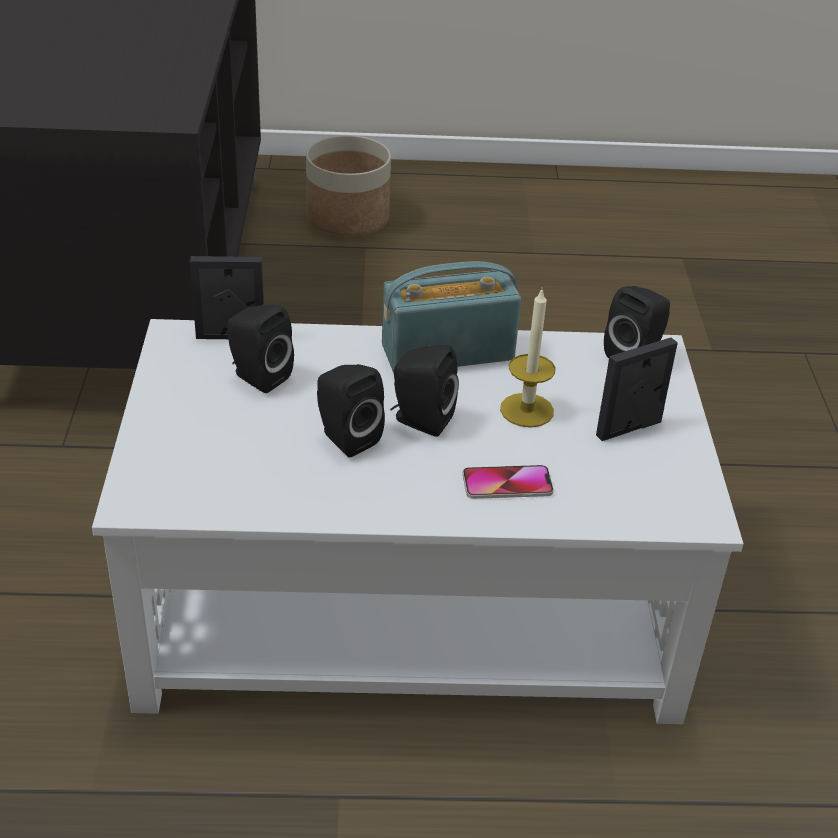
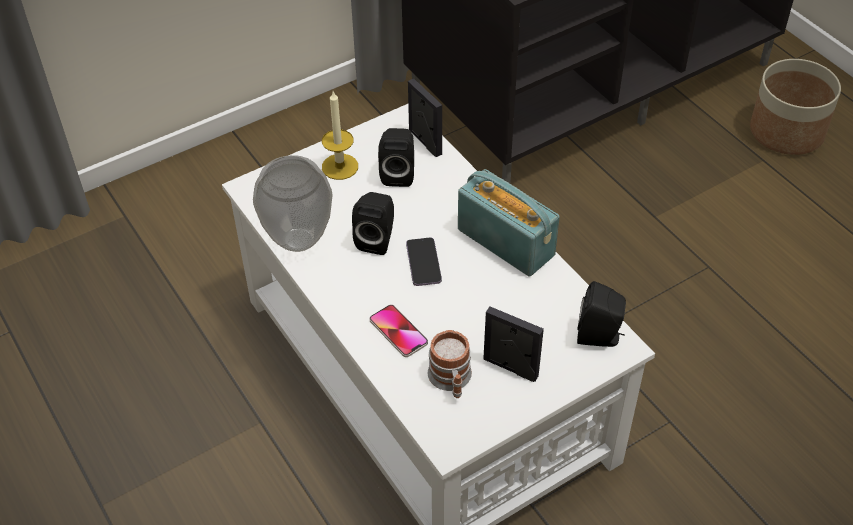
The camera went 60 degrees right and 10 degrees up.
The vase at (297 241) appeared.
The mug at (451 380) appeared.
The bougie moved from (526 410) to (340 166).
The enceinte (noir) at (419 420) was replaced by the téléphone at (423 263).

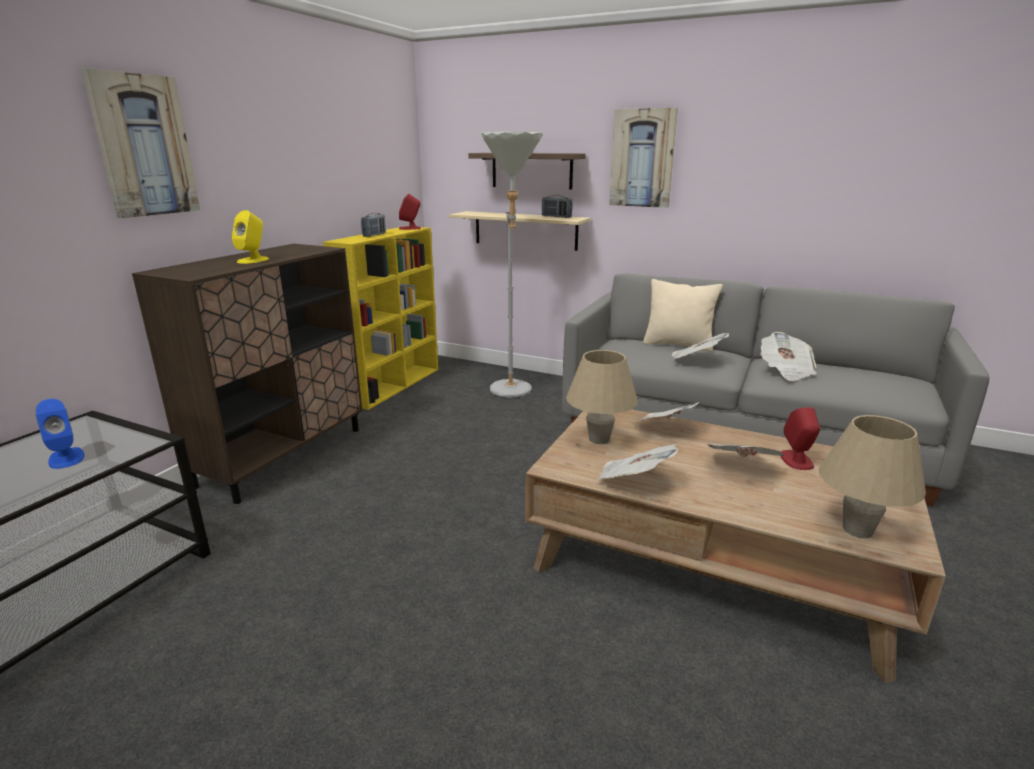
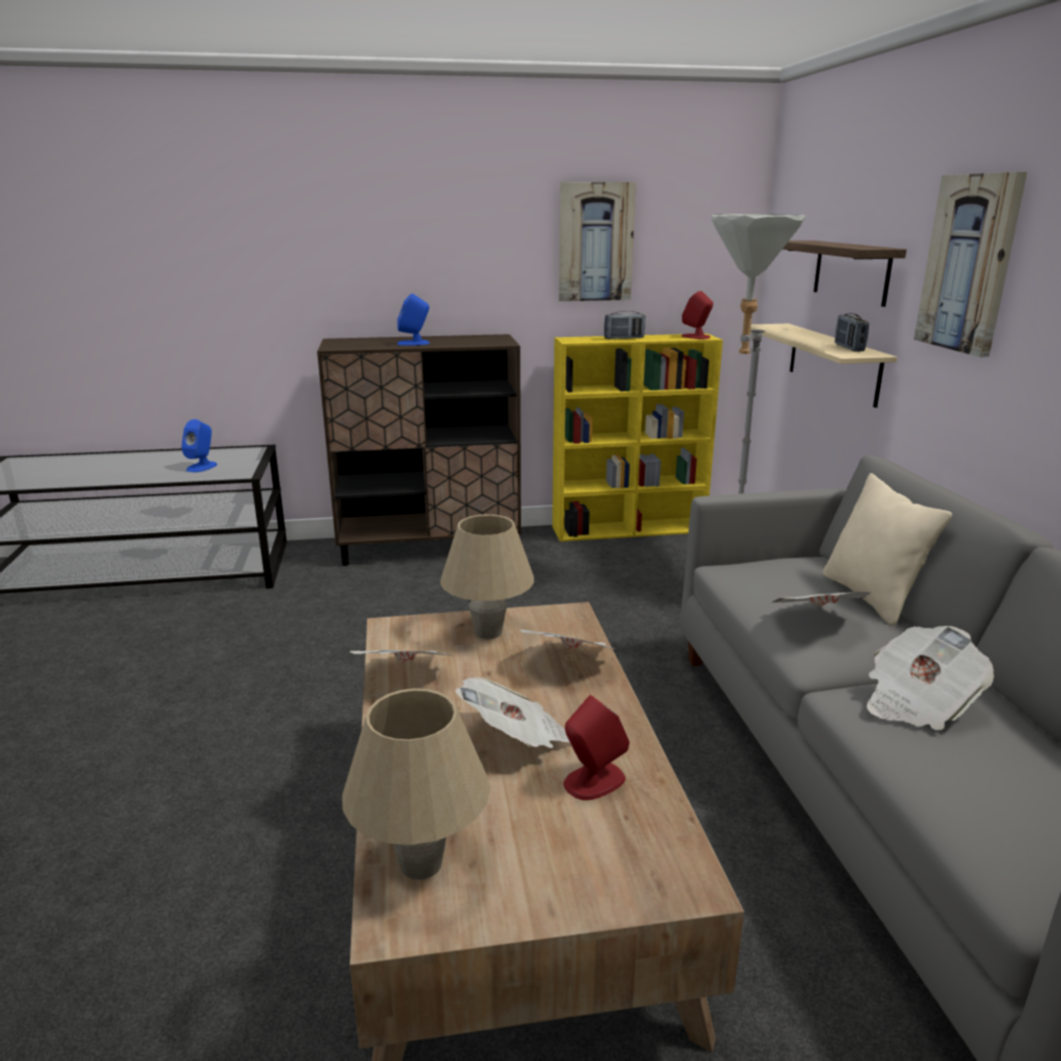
The camera went 55 degrees right and 0 degrees up.
The tableau moved from (144 146) to (595 242).
The enceinte (jaune) at (253 260) became the enceinte (bleu) at (414 343).

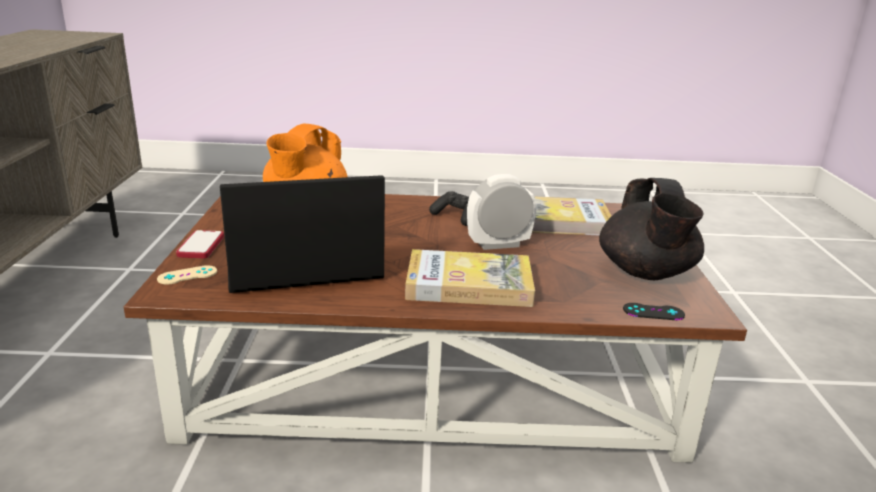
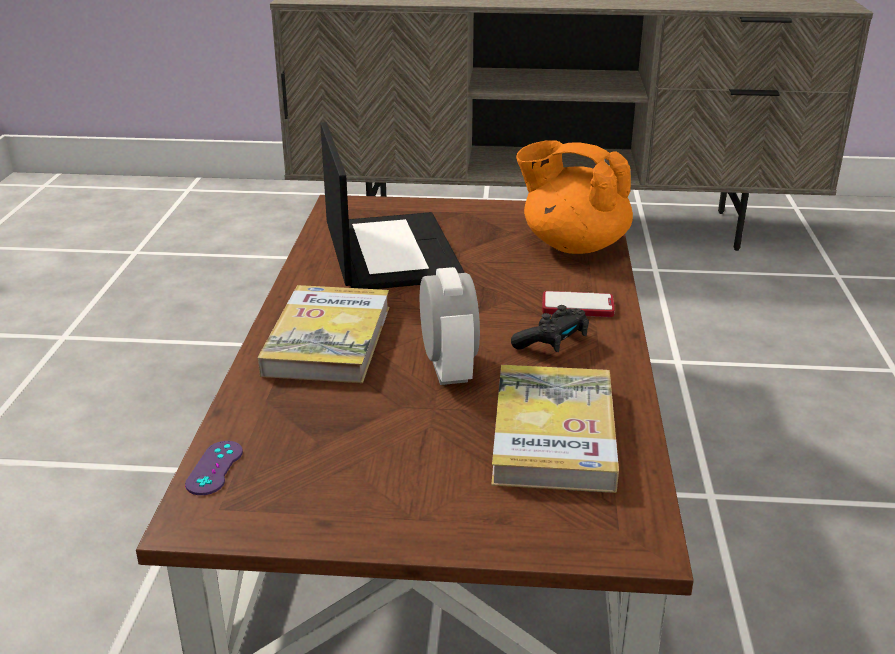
The camera went 95 degrees right and 5 degrees up.
The manette (beige) at (187 275) disappeared.
The théière (noir) at (646 273) disappeared.
The téléphone moved from (201 246) to (577 306).
The manette (noir) at (653 312) became the manette (violet) at (214 468).

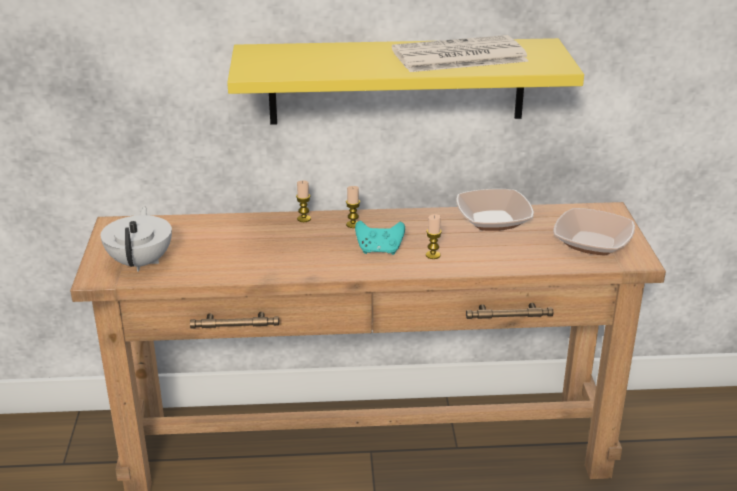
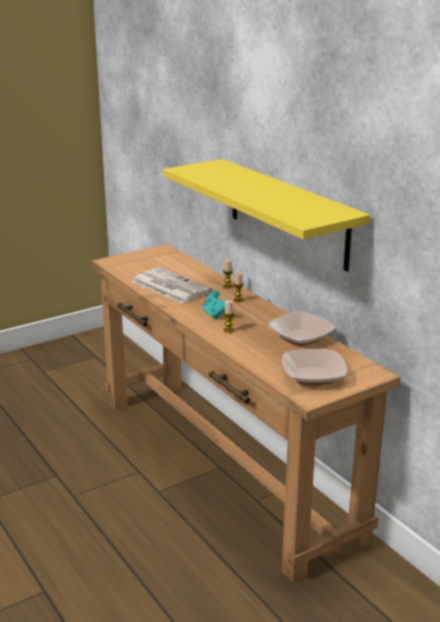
The camera went 60 degrees right and 5 degrees down.
The théière (blanc) at (141 262) disappeared.
The journal moved from (457 56) to (169 286).

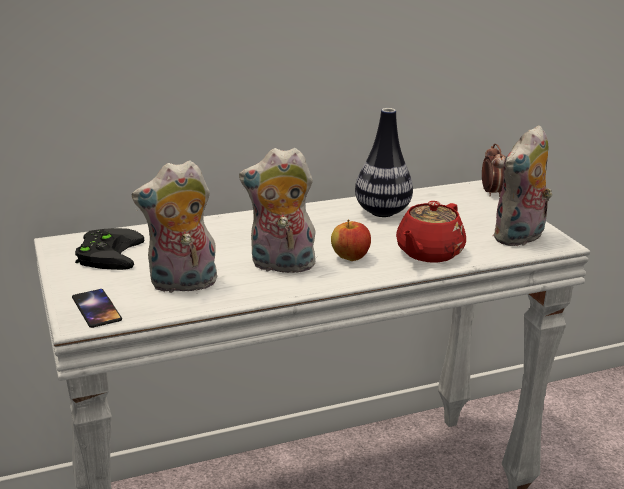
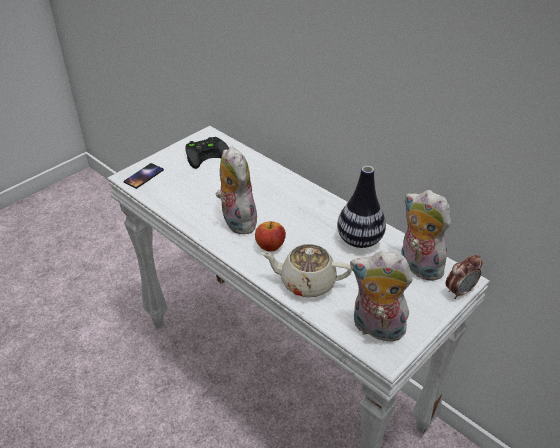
The camera went 65 degrees right and 15 degrees up.
The peluche moved from (182 285) to (417 266).
The théière (rouge) at (428 253) became the théière (beige) at (306 282).

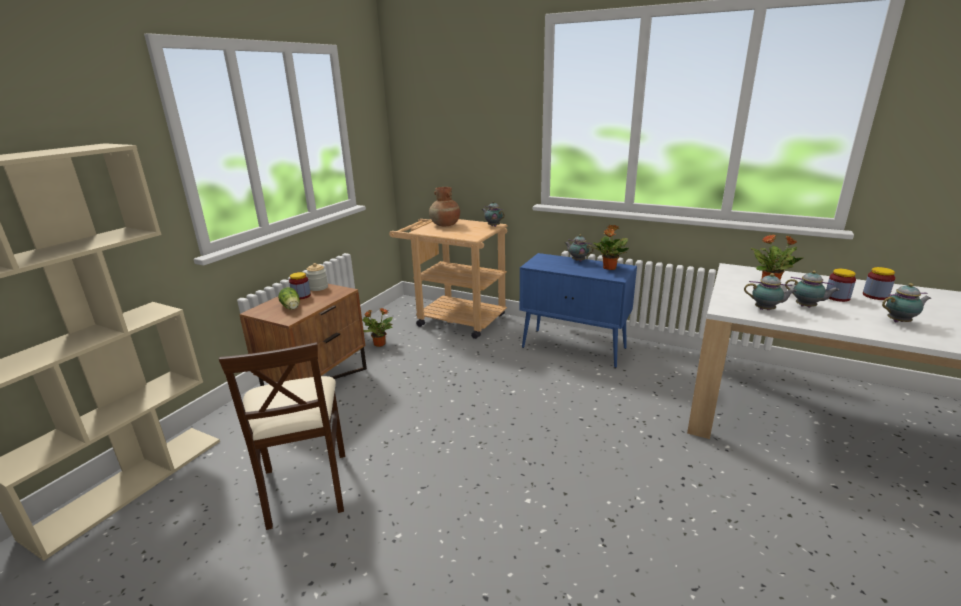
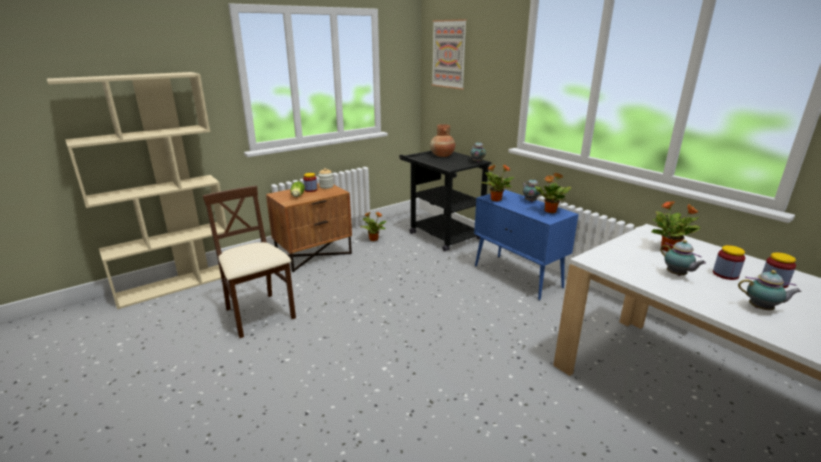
The camera went 25 degrees right and 0 degrees up.
The théière at (766 310) disappeared.
The tableau at (449 54) appeared.
The plante en pot at (495 199) appeared.
The chariot (beige) at (454 319) became the chariot (noir) at (441 233).
The chaise (beige) at (305 487) turned 135 degrees clockwise.

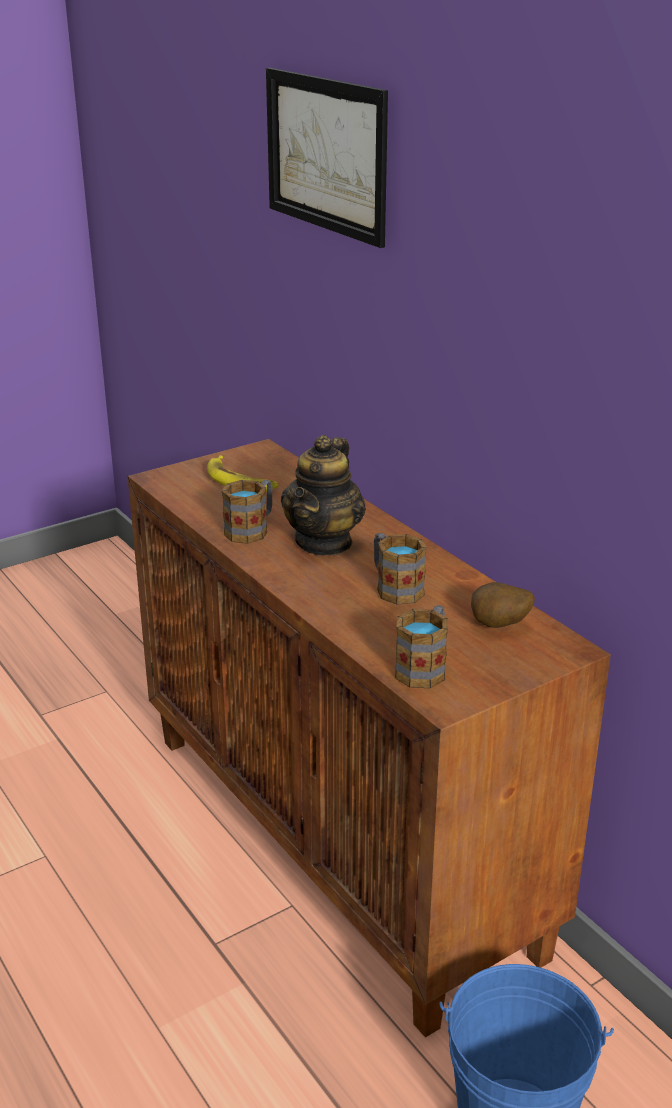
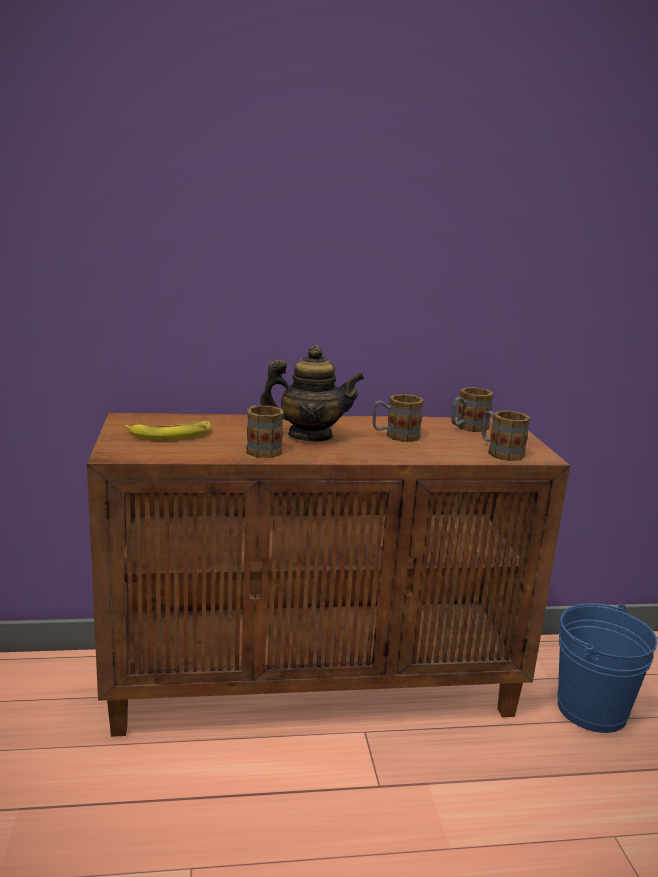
The camera went 65 degrees left and 10 degrees down.
The tableau at (326 154) disappeared.
The pomme de terre at (499 627) was replaced by the mug at (467 428).
The théière at (324 542) turned 45 degrees counterclockwise.

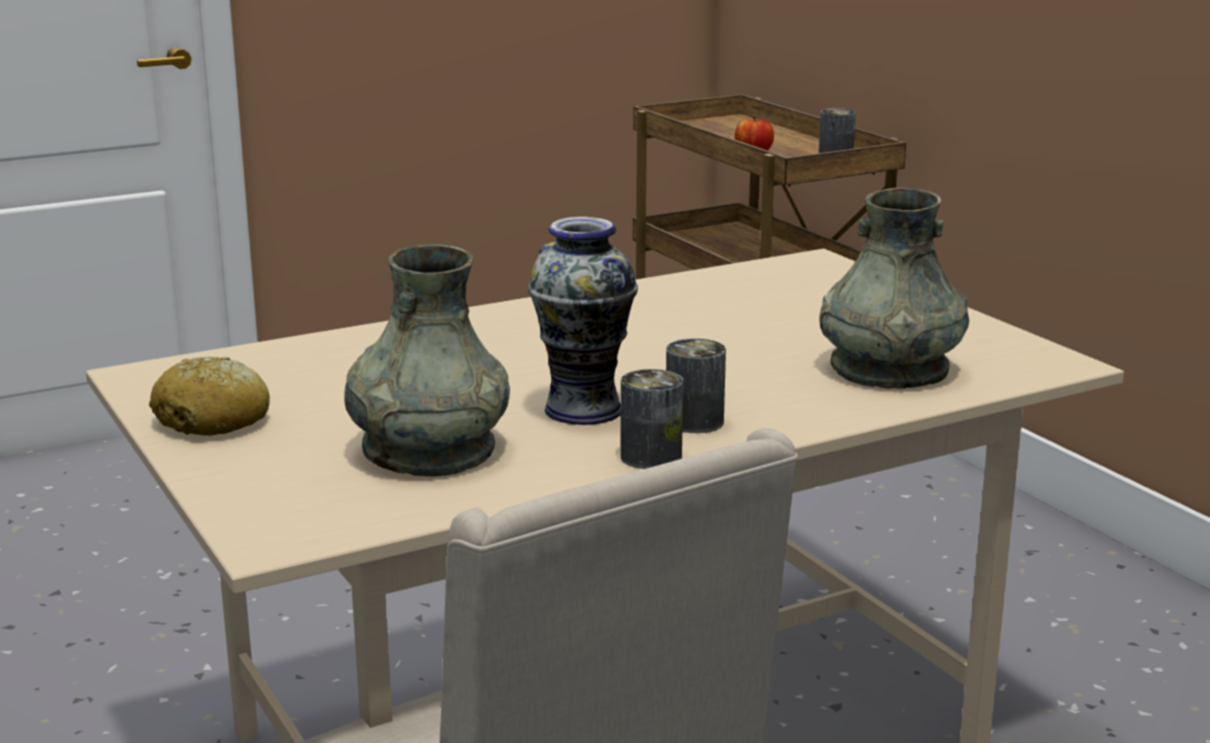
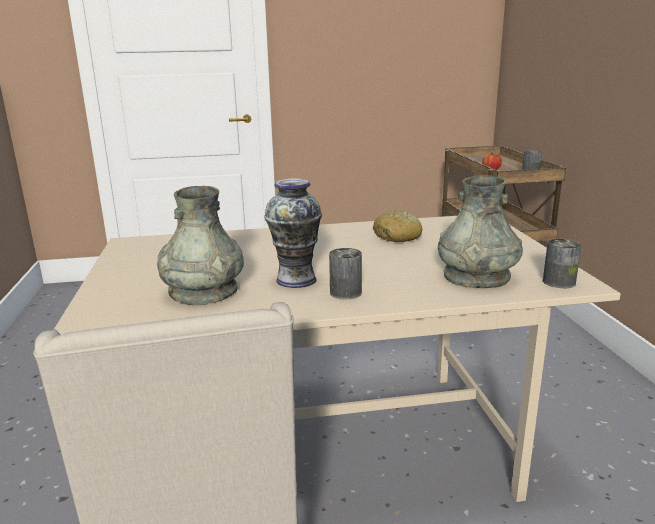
The camera went 20 degrees right and 0 degrees up.
The pain moved from (213 420) to (397 237).
The boîte métallique moved from (651 456) to (559 282).

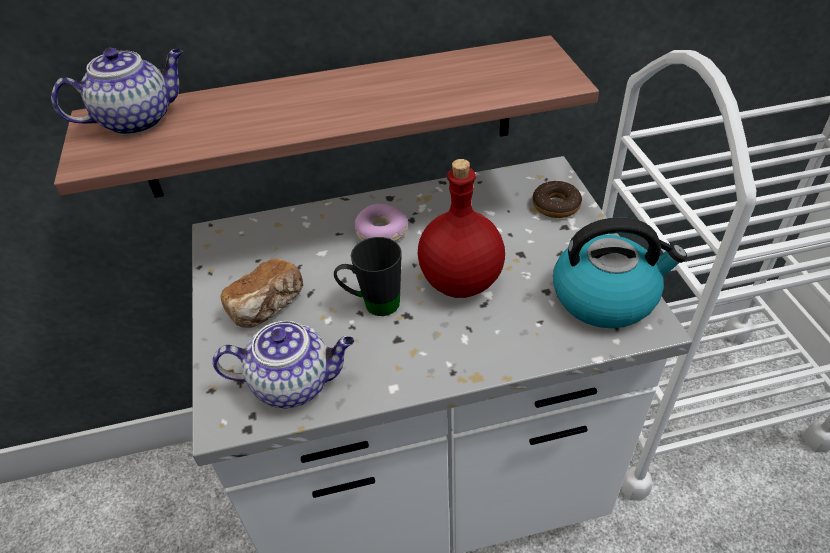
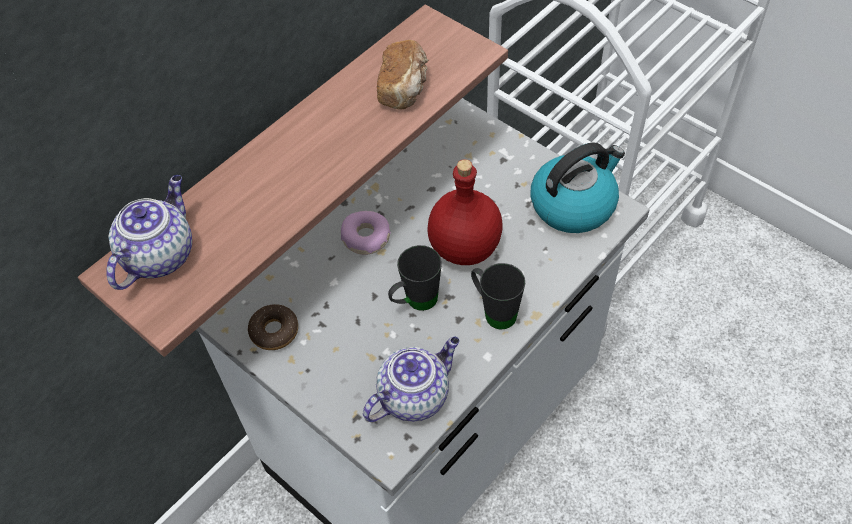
The camera went 35 degrees left and 10 degrees up.
The mug (noir) at (494 311) appeared.
The pain moved from (268 307) to (404 88).
The beignet moved from (556 205) to (274 331).

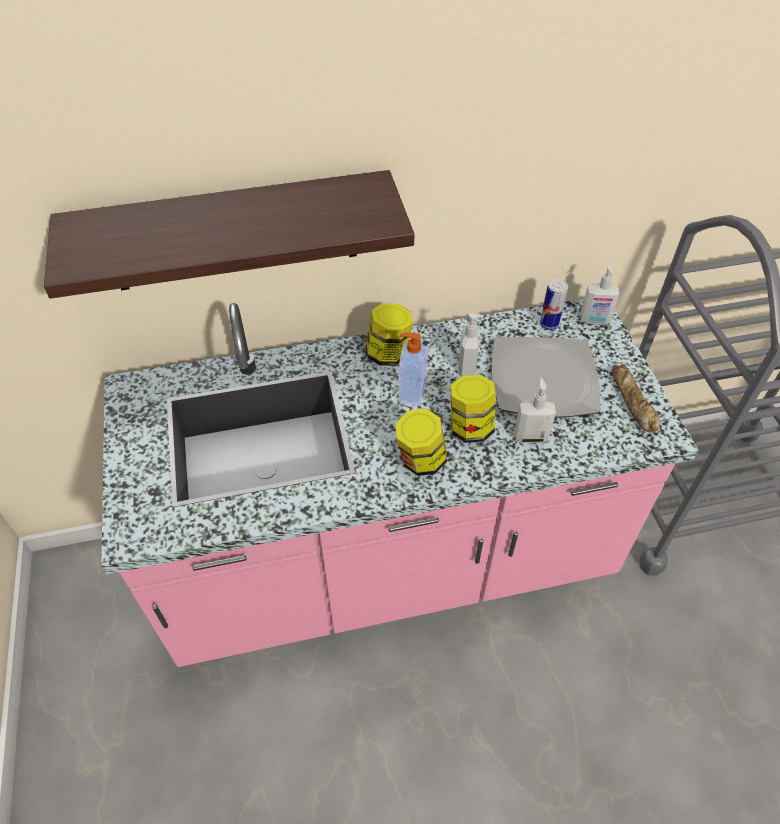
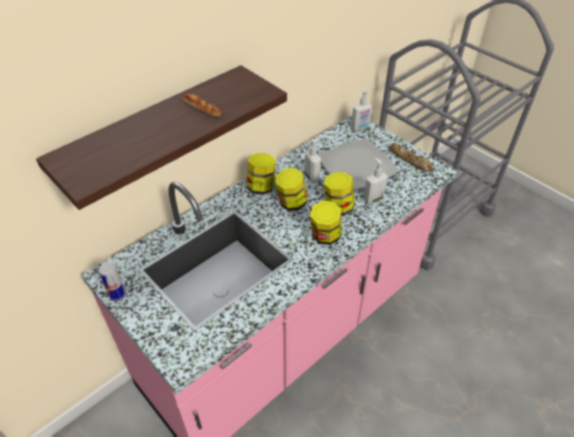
The camera went 30 degrees left and 5 degrees down.
The pain at (201 108) appeared.
The boîte métallique moved from (549 324) to (117 295).
The distributeur de savon at (411 393) was replaced by the bocal at (291 203).

